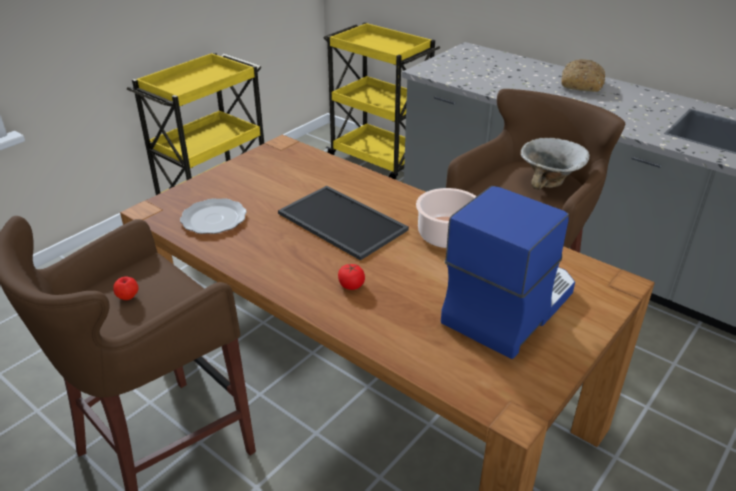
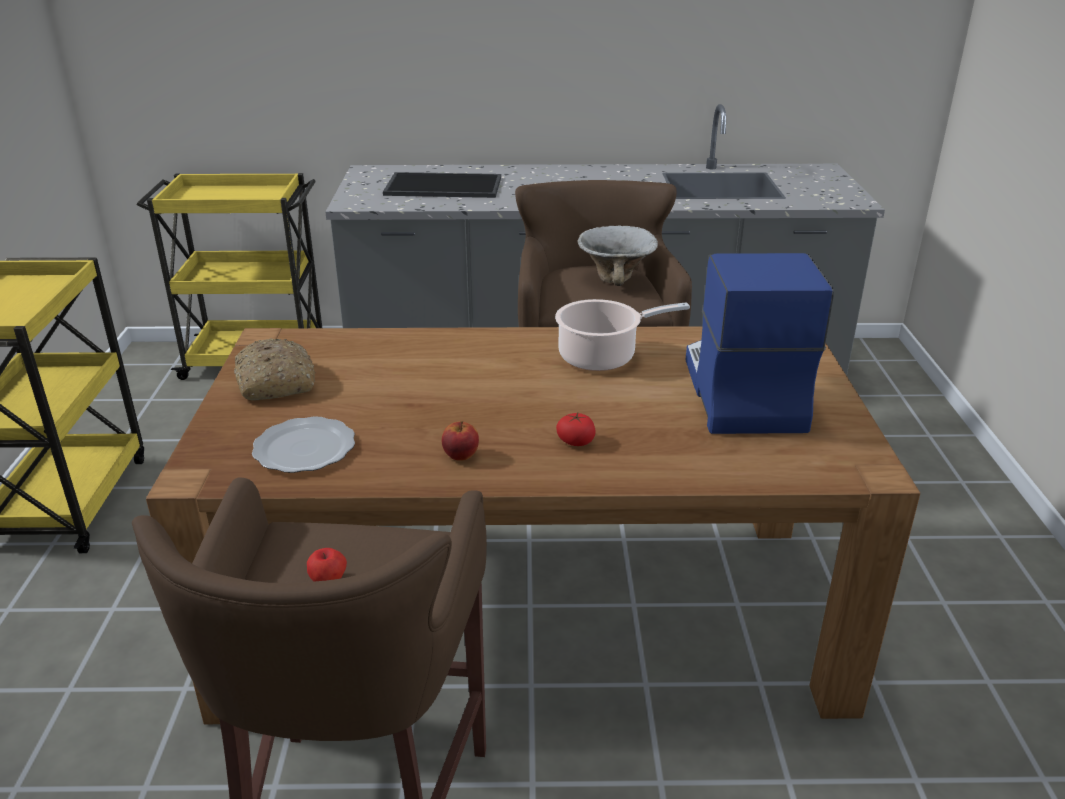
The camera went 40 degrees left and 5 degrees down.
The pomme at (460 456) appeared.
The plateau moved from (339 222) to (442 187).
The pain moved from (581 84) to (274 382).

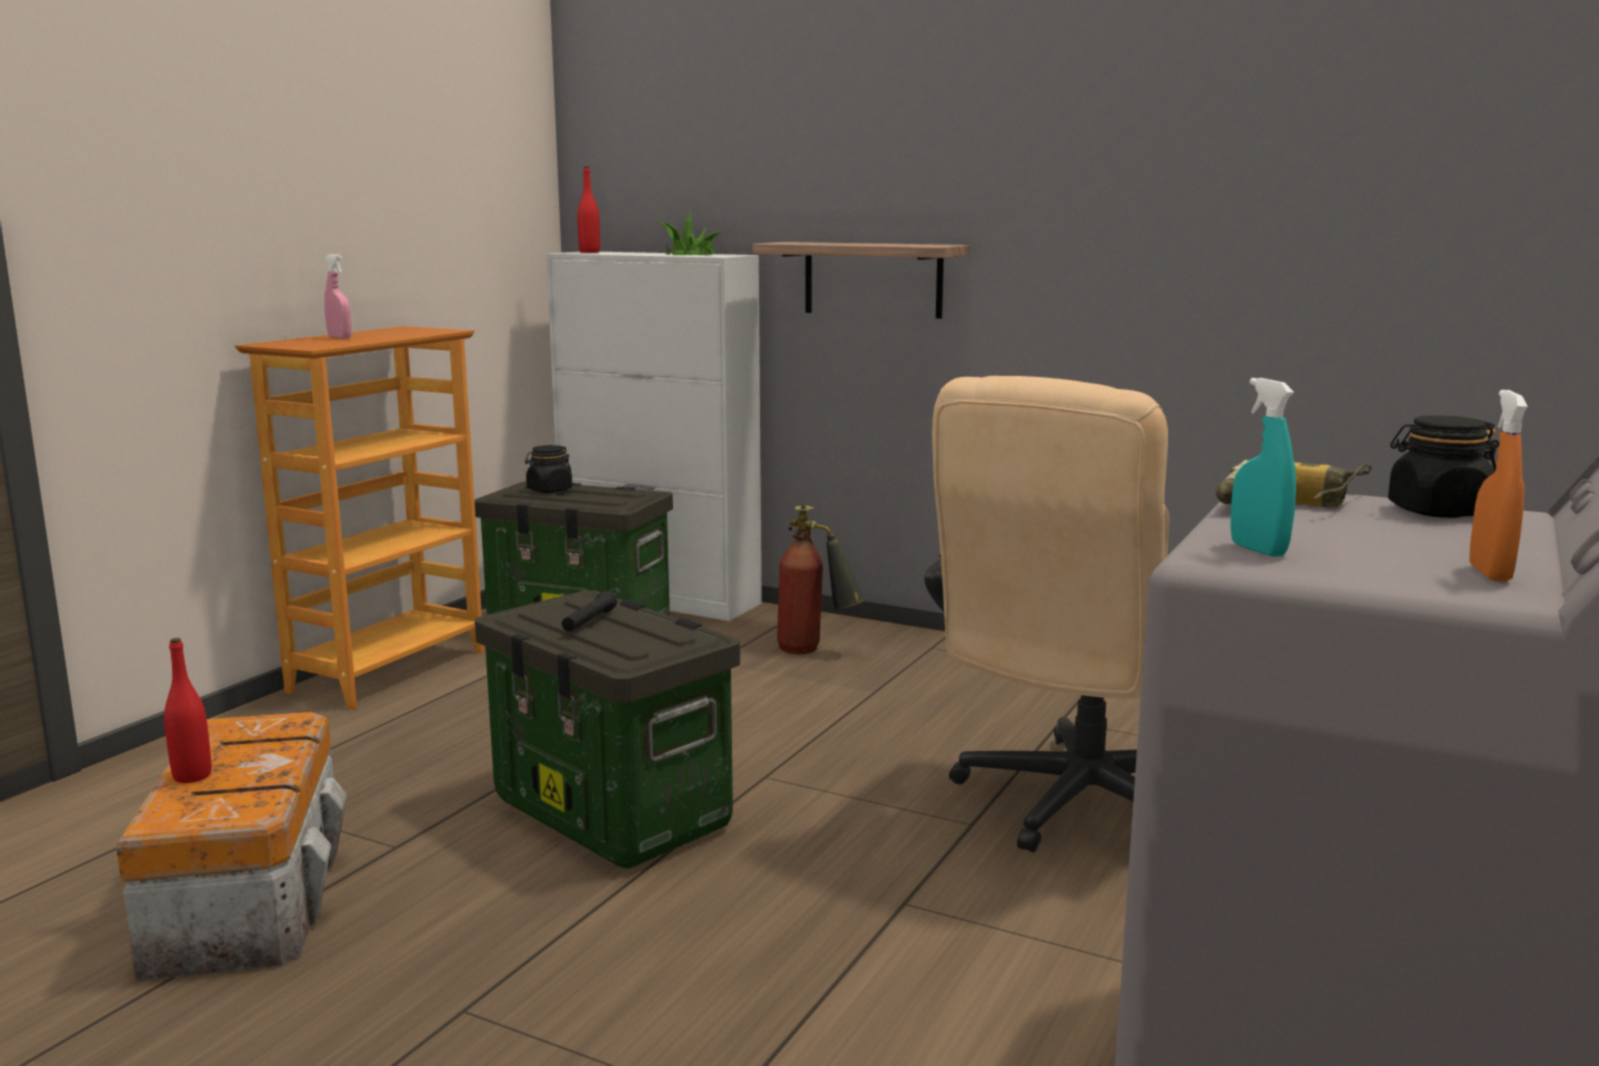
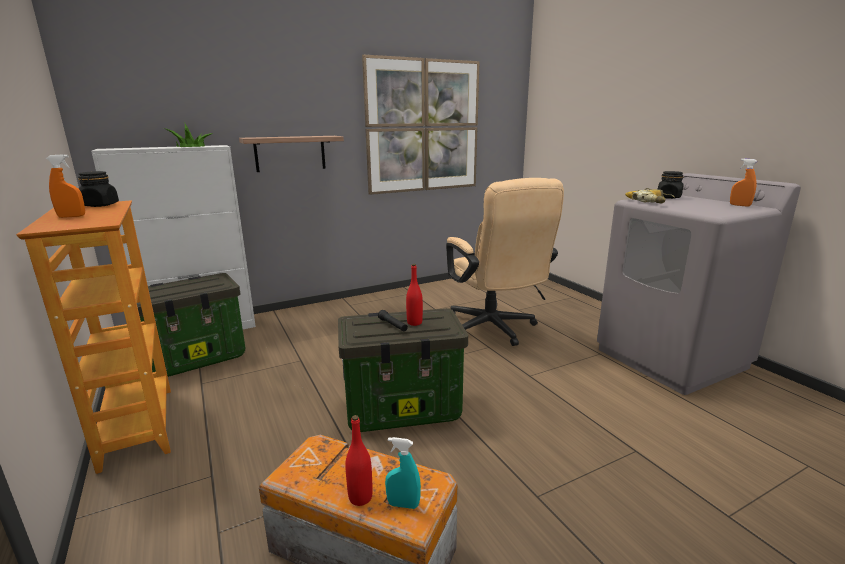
The camera went 55 degrees left and 5 degrees up.
The extincteur at (815 651) disappeared.
The tableau at (423 127) appeared.
The bocal (noir) moved from (549 490) to (100 205).
The bouteille (rouge) moved from (589 252) to (414 323).
The vaporisateur (turquoise) moved from (1258 550) to (403 504).
The vaporisateur (rose) at (339 337) became the vaporisateur (orange) at (72 216).

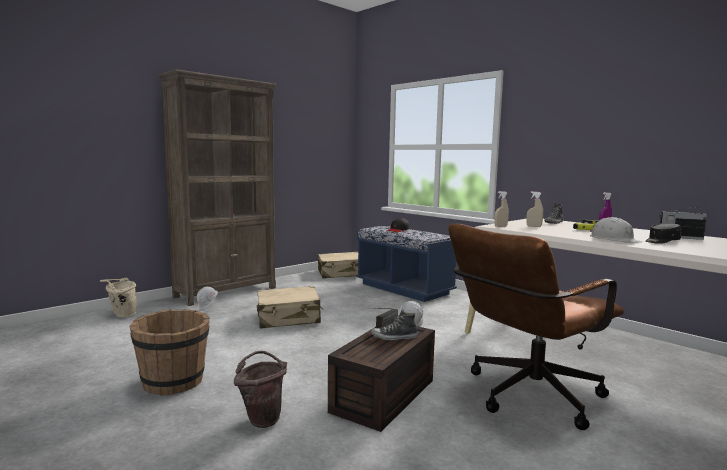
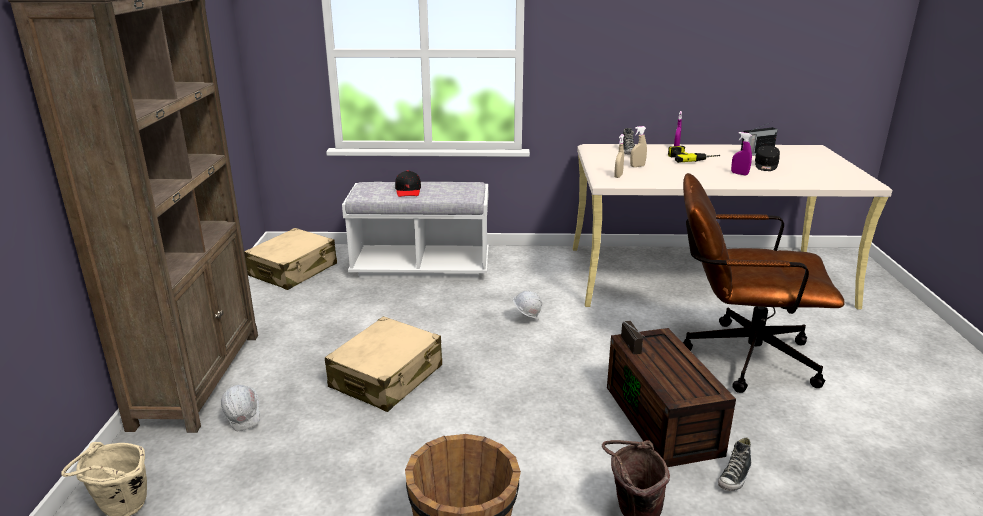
The camera went 45 degrees left and 15 degrees up.
The chaussure moved from (394 337) to (734 477).
The casque de chantier (blanc) at (613 239) was replaced by the vaporisateur (violet) at (739 174).
The banc (bleu) at (404 289) became the banc (blanc) at (421 267).
The chaise de bureau (marron) at (525 397) turned 90 degrees clockwise.

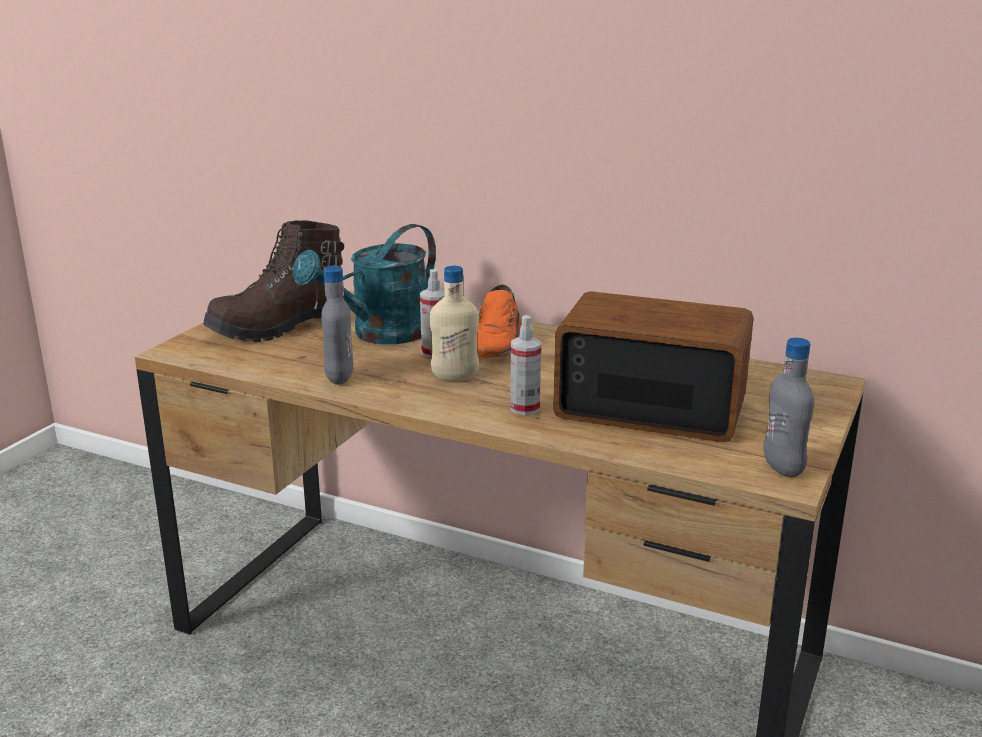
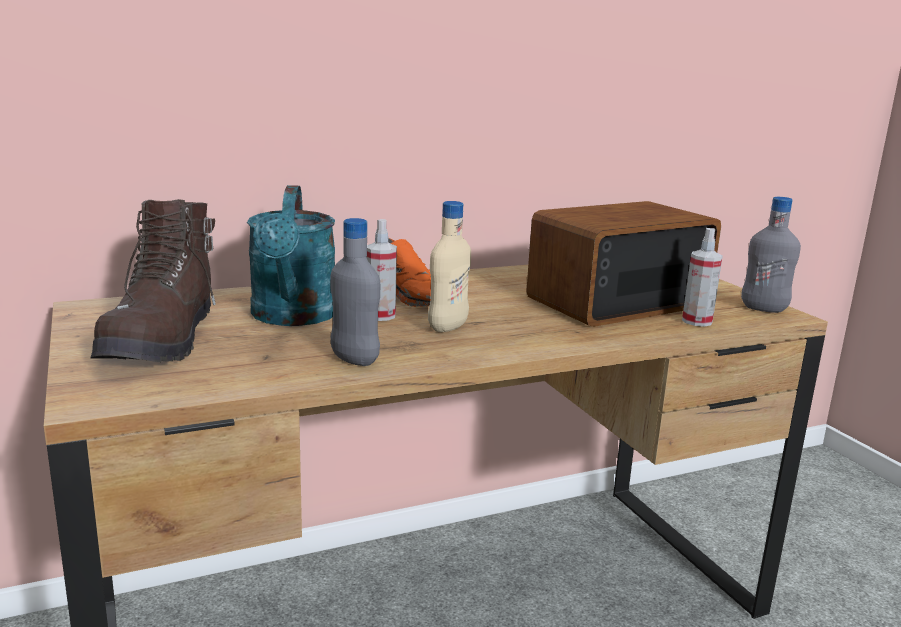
The camera went 50 degrees left and 5 degrees down.
The vaporisateur moved from (525 408) to (697 321).

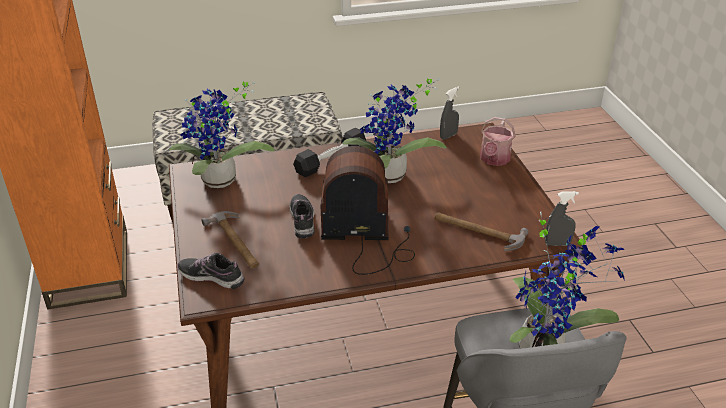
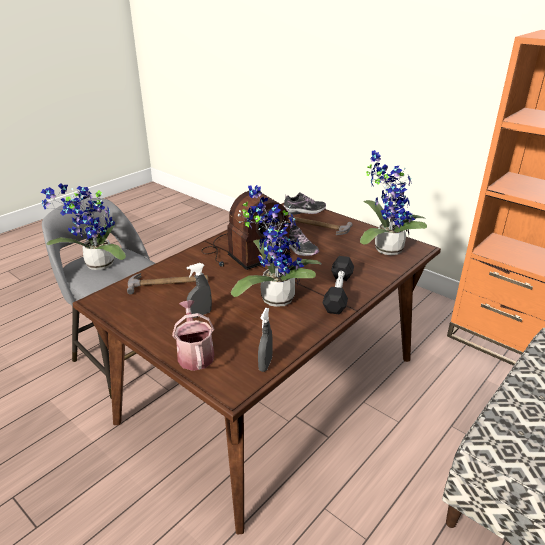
The camera went 145 degrees right and 5 degrees down.
The vaporisateur (gris) moved from (557 244) to (200 314).

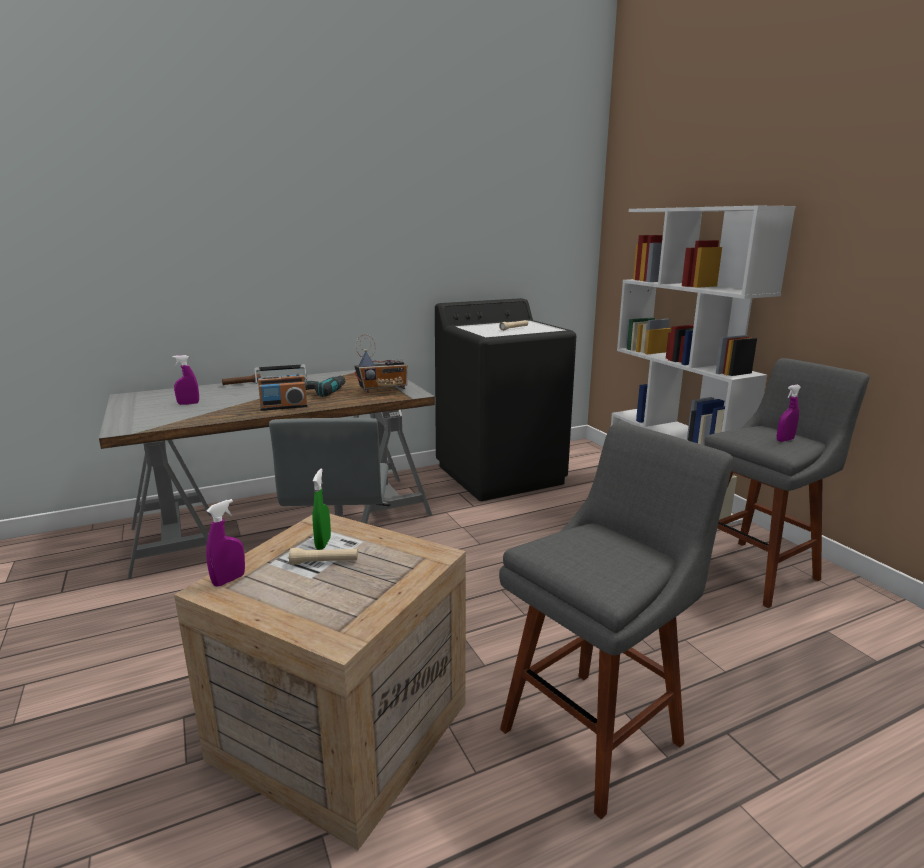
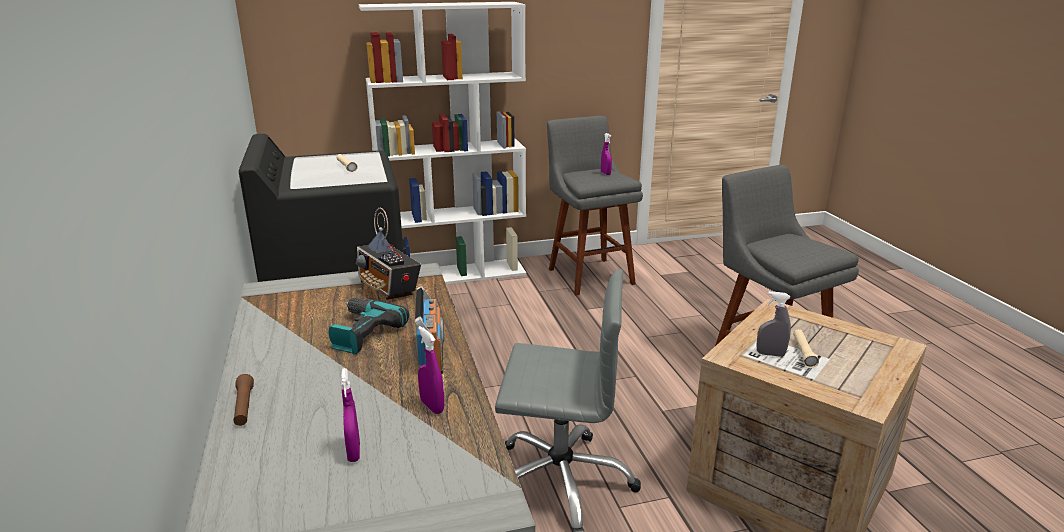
The camera went 80 degrees left and 5 degrees up.
The vaporisateur (violet) moved from (229 580) to (432 406).
The vaporisateur (vert) at (323 543) became the vaporisateur (gris) at (770 354).
The radio at (383 390) turned 150 degrees clockwise.

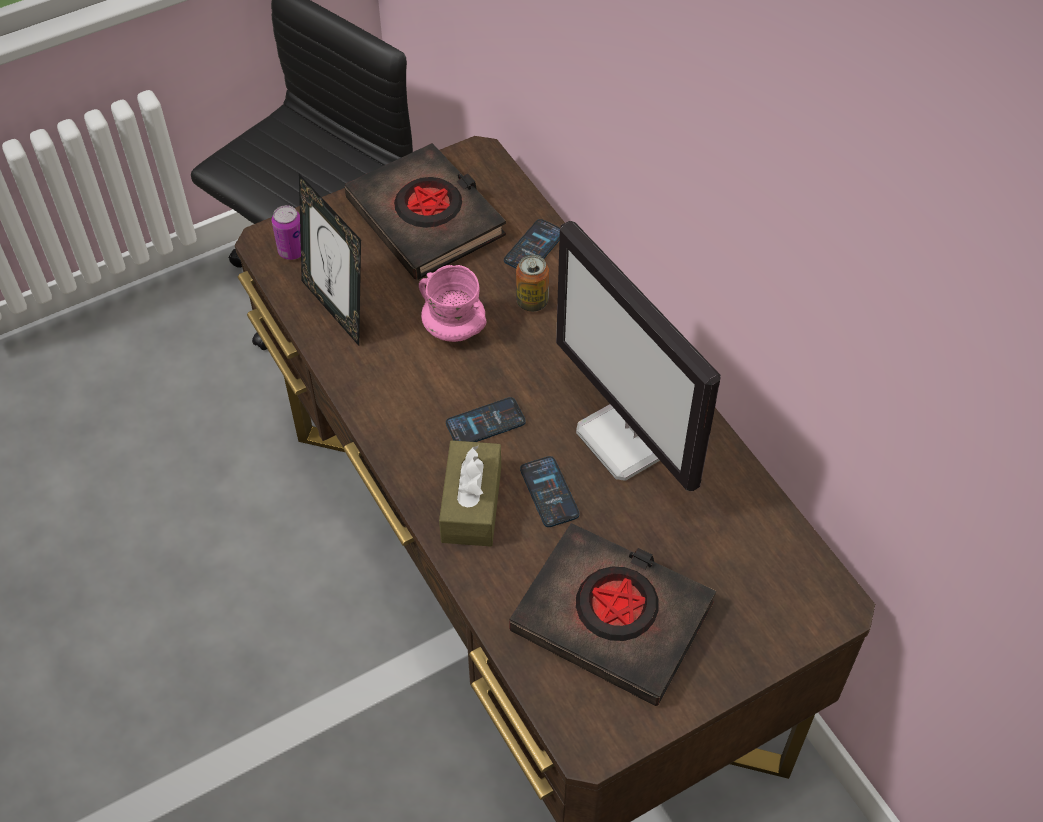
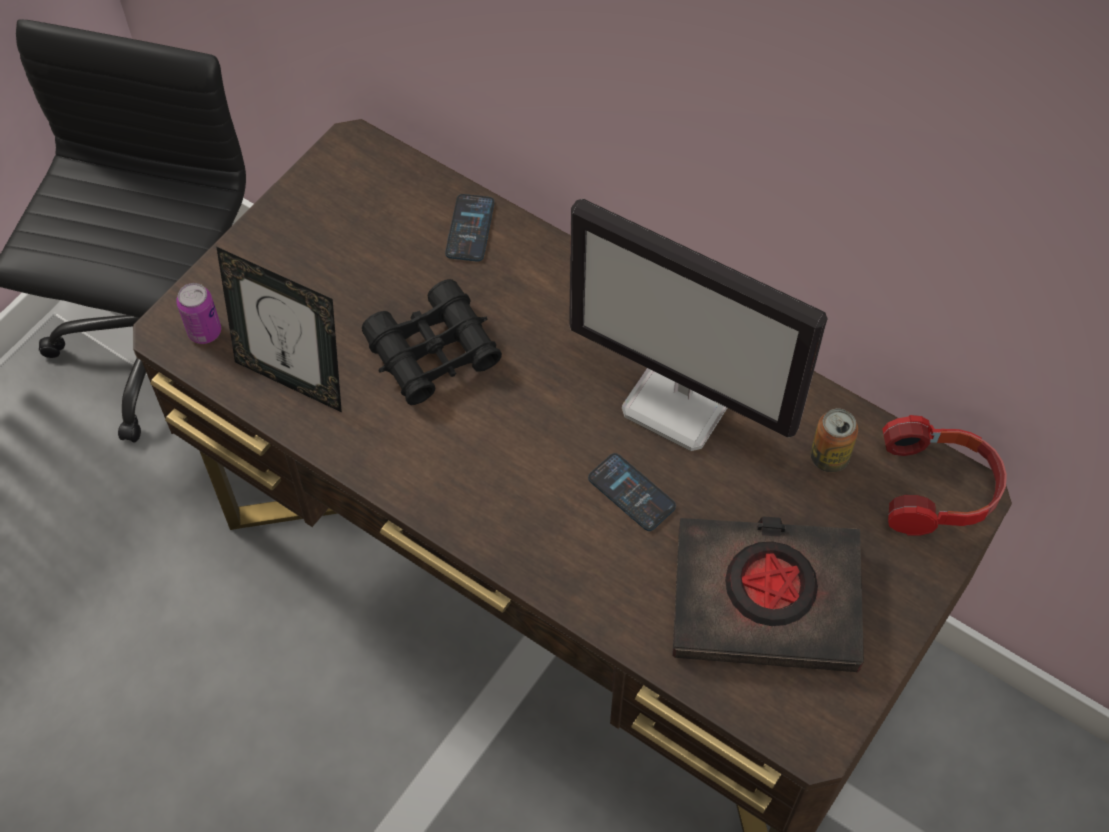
The camera went 25 degrees left and 5 degrees up.
The livre (noir) at (426 218) disappeared.
The boîte à mouchoirs (marron) at (471 504) disappeared.
The téléphone at (485 423) disappeared.
The casque audio at (939 488) appeared.
The boîte métallique moved from (532 301) to (829 457).
The mug (rose) at (453 328) was replaced by the jumelles (noir) at (433 352).

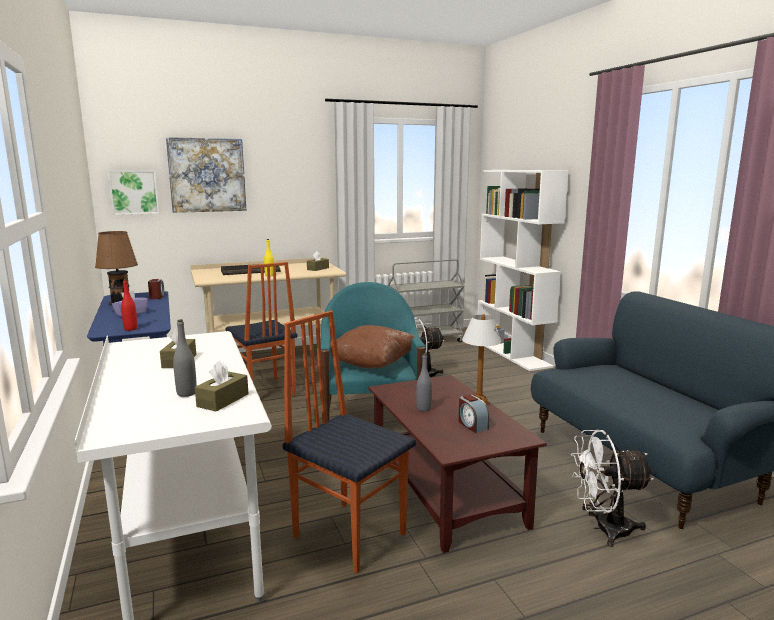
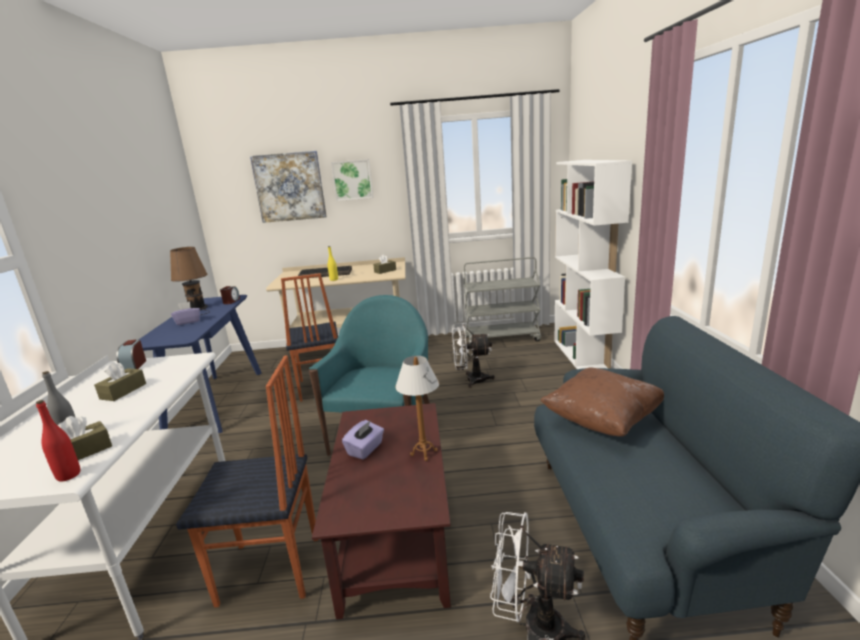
The camera went 20 degrees right and 5 degrees up.
The tableau moved from (134 192) to (352 180).
The bouteille (rouge) moved from (130 329) to (68 475).
The coussin (marron) moved from (372 364) to (602 421).
The réveil moved from (472 425) to (134 366).
The bouteille (gris) at (423 408) was replaced by the boîte à mouchoirs (violet) at (365 449).
The chaise at (350 534) turned 120 degrees clockwise.

